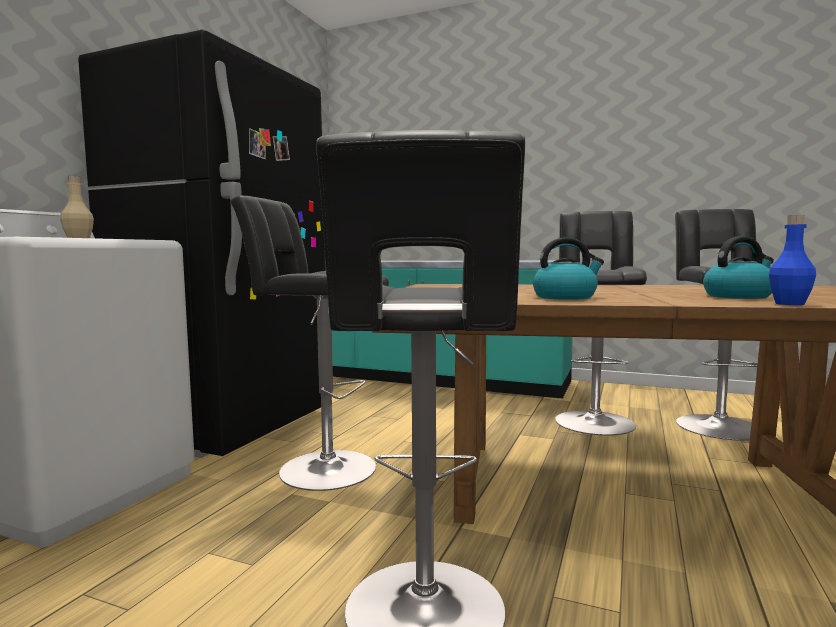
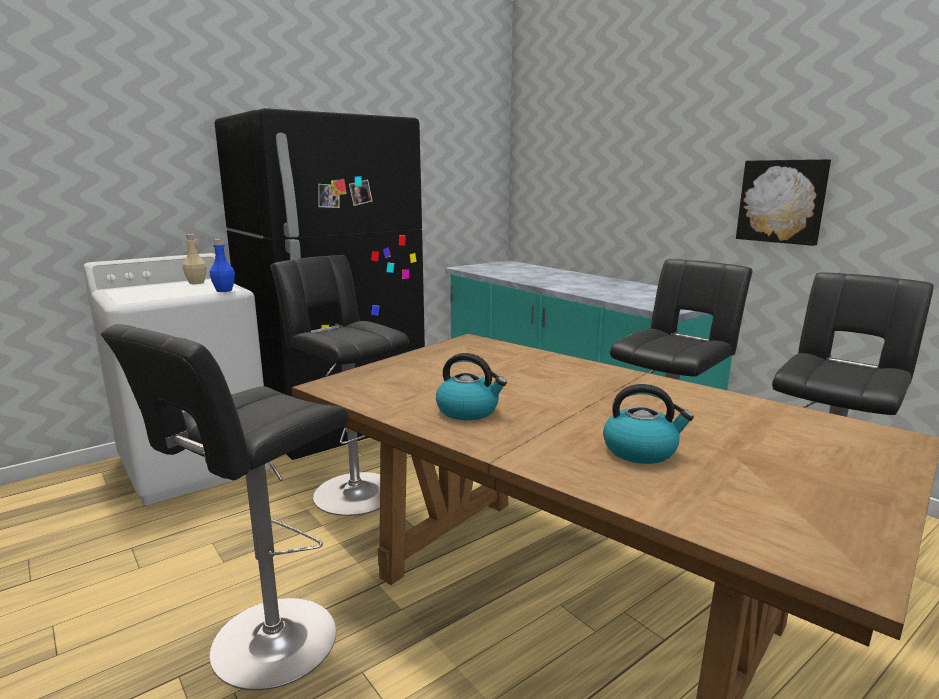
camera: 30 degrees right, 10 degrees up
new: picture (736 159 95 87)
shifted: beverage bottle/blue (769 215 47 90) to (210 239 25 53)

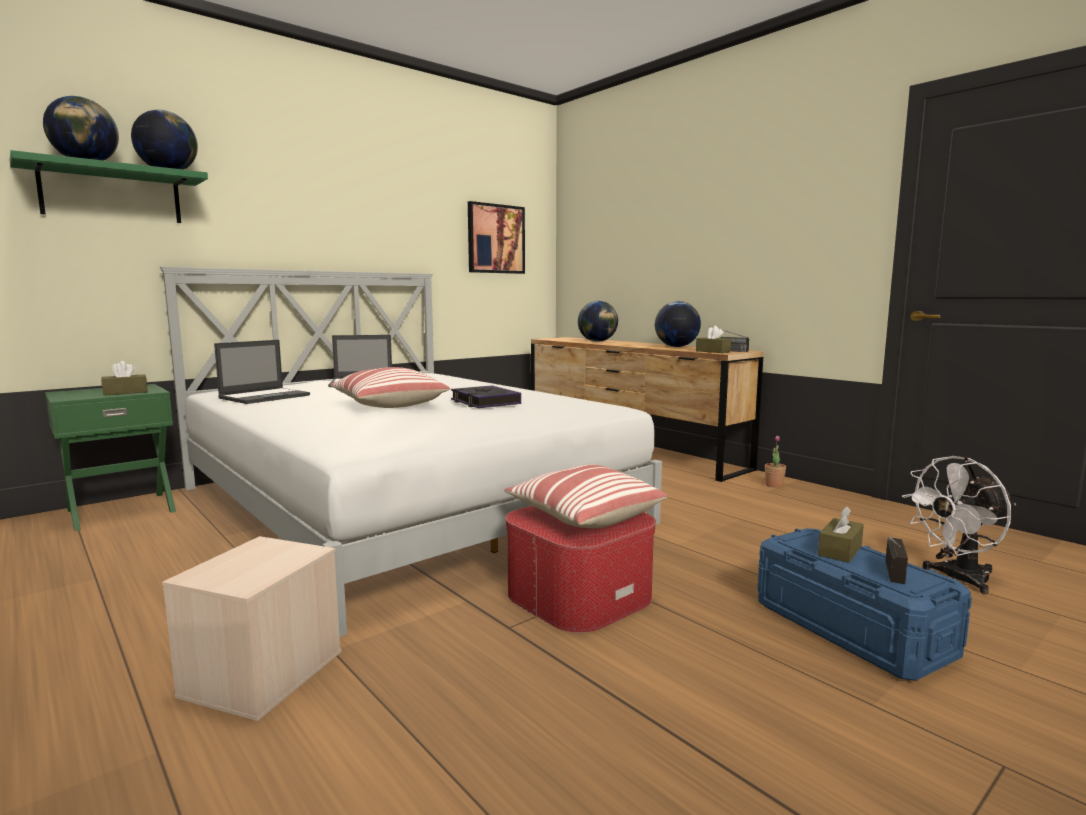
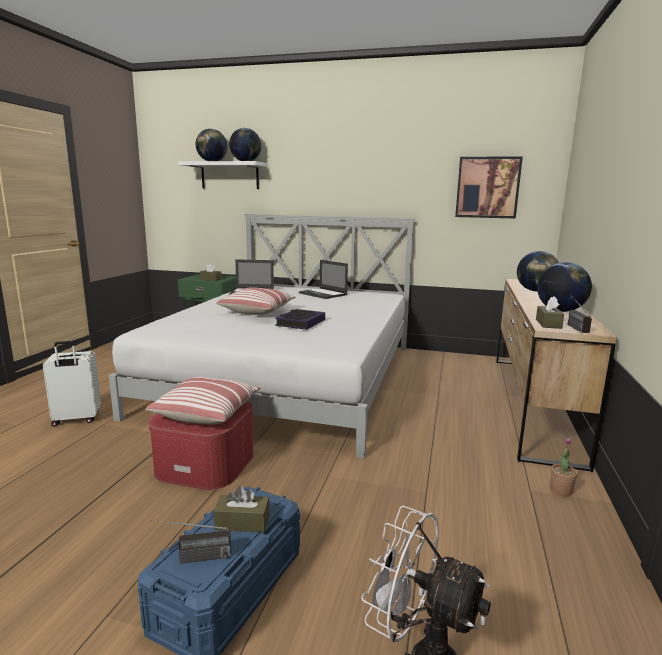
camera: 55 degrees right, 5 degrees up
swapped: storage box/sand-coloured (162 536 179 185) to piece of luggage/white-coloured (43 341 58 86)
repainted: wall shelf/green-coloured (10 150 198 73) to wall shelf/white-coloured (178 161 89 28)

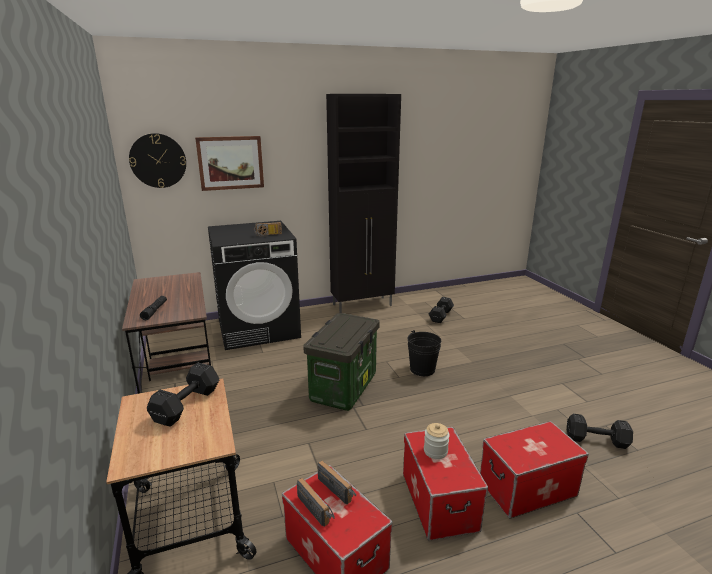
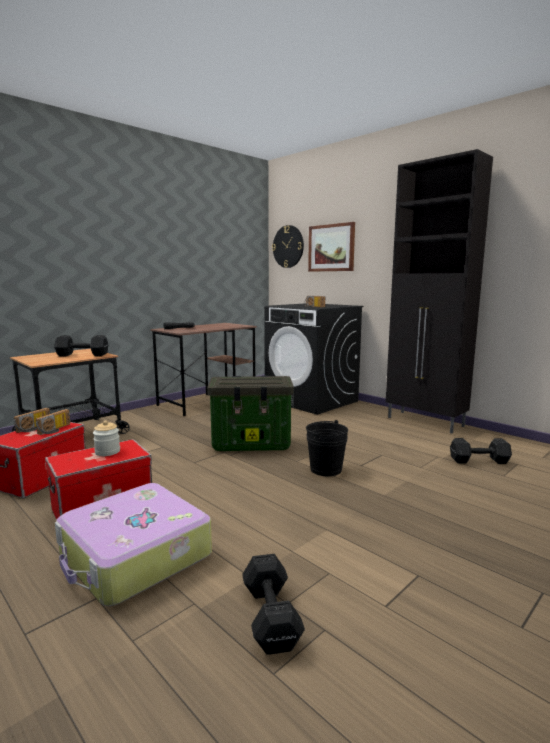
camera: 65 degrees right, 10 degrees down
swapped: storage box (480 421 109 97) to piece of luggage (55 483 157 123)

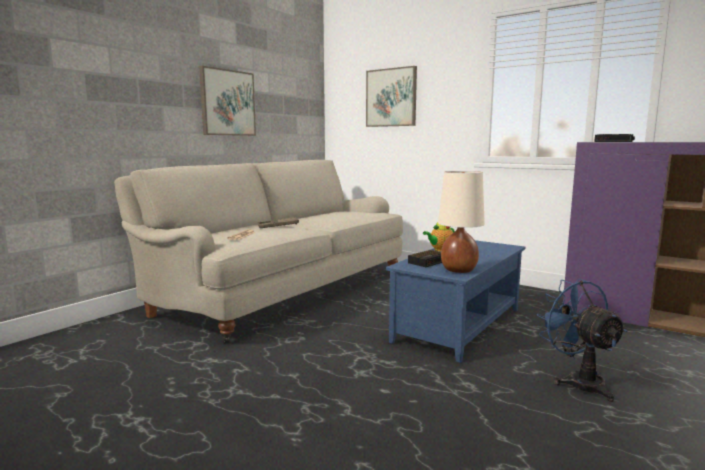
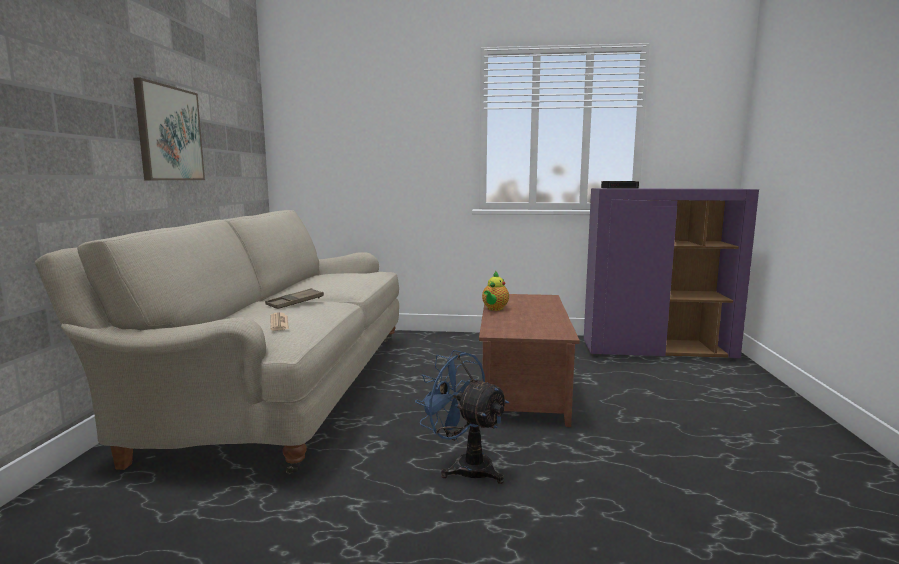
camera: 30 degrees left, 0 degrees up
gone: picture (366 66 51 61); tabletop lamp/sand-coloured (438 171 47 102); bedside clock (408 250 34 17)
shifted: electric fan/blue (537 279 90 123) to (415 350 94 134)
repainted: low table/blue (386 240 139 123) to low table/brownish (479 294 101 133)

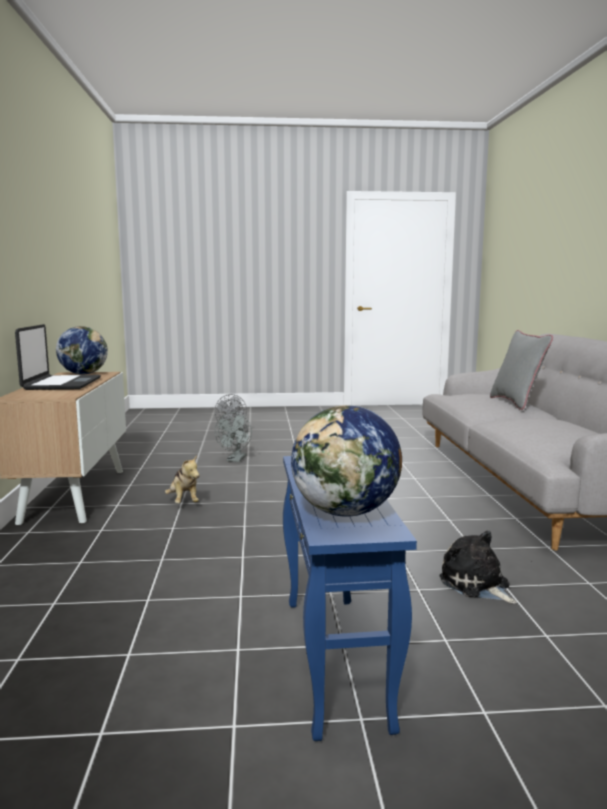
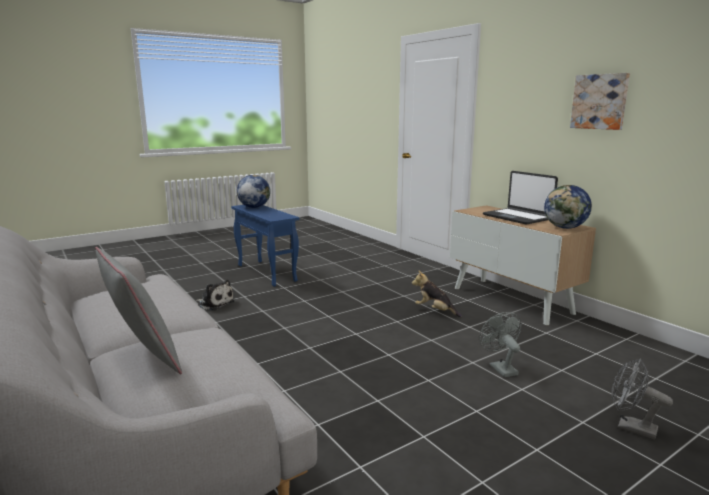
camera: 150 degrees right, 5 degrees up
new: picture (570 73 60 57)

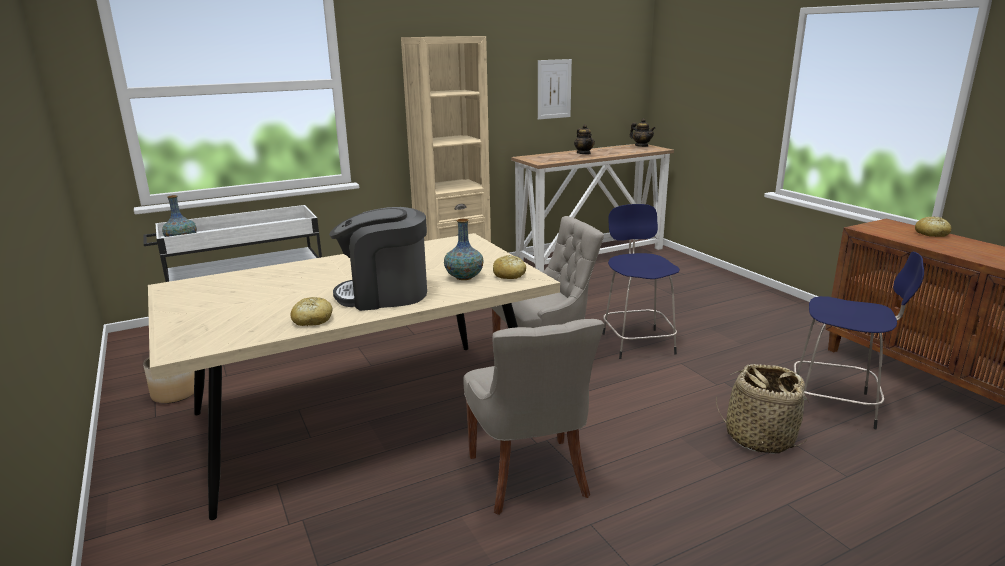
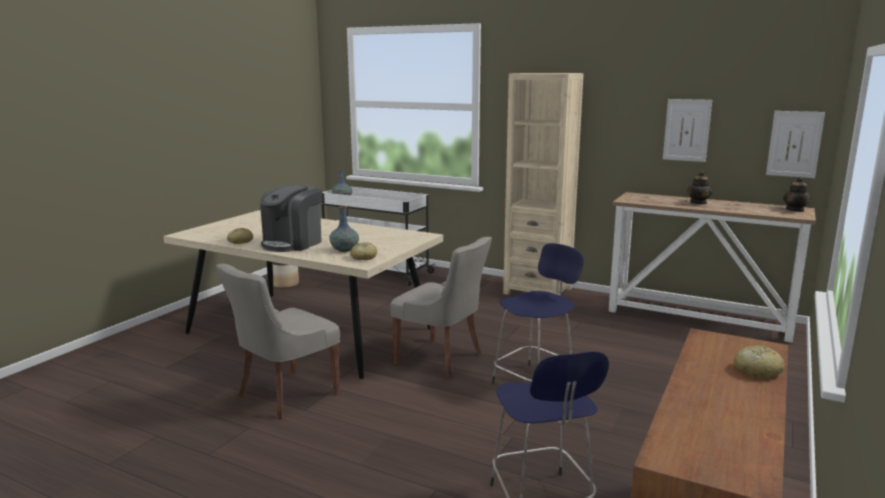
camera: 55 degrees right, 5 degrees down
gone: storage basket (716 364 94 90)
new: picture (766 111 59 67)
rotated: coffee brewer (329 207 98 104) = (260 185 62 67) 105 degrees counterclockwise

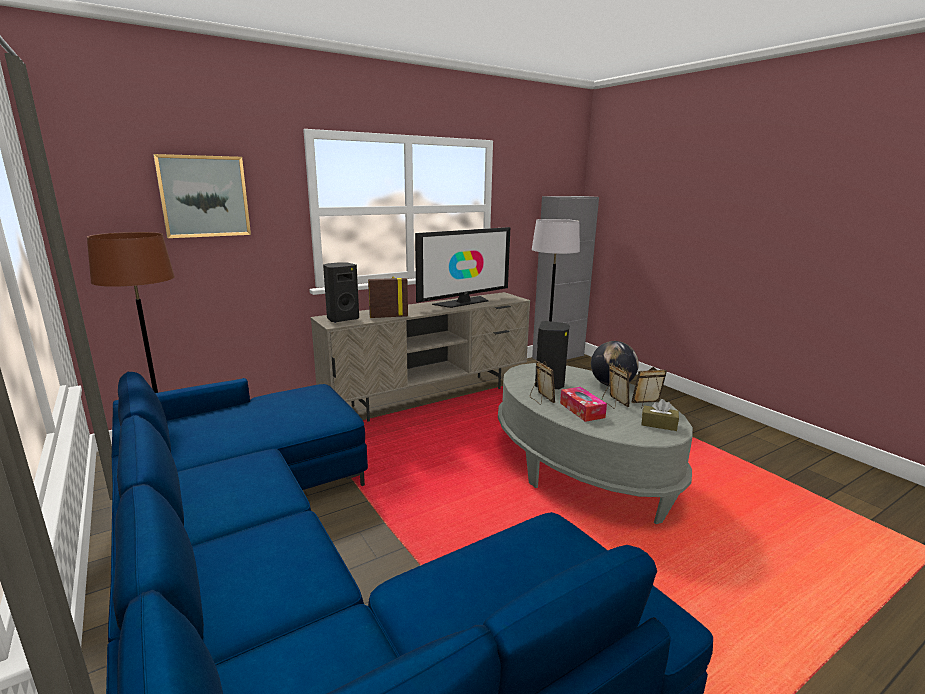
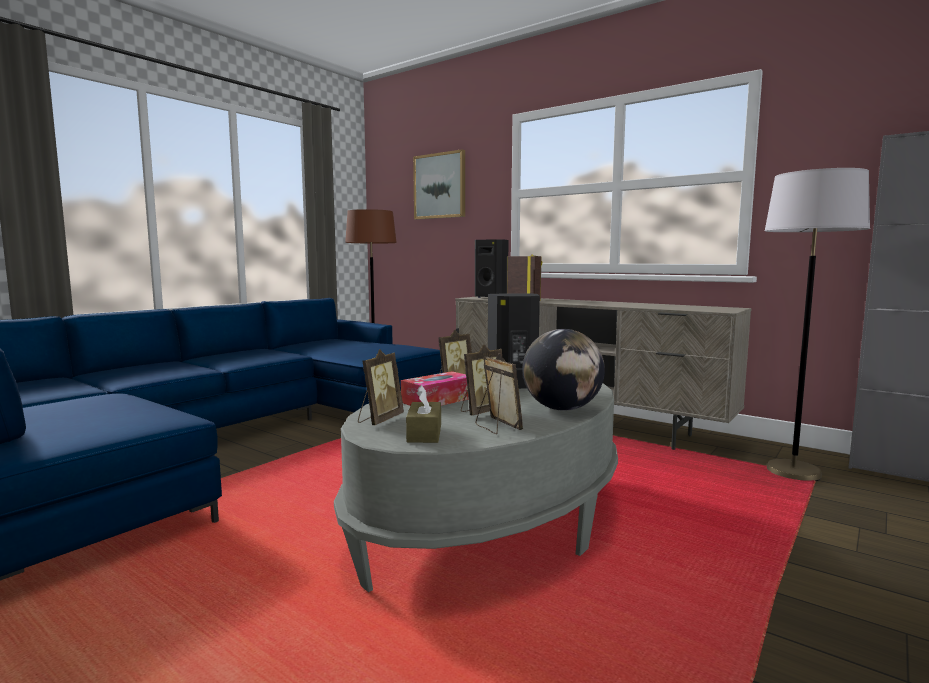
camera: 70 degrees right, 10 degrees down
gone: TV (415 227 95 81)
new: picture frame (358 349 46 76)

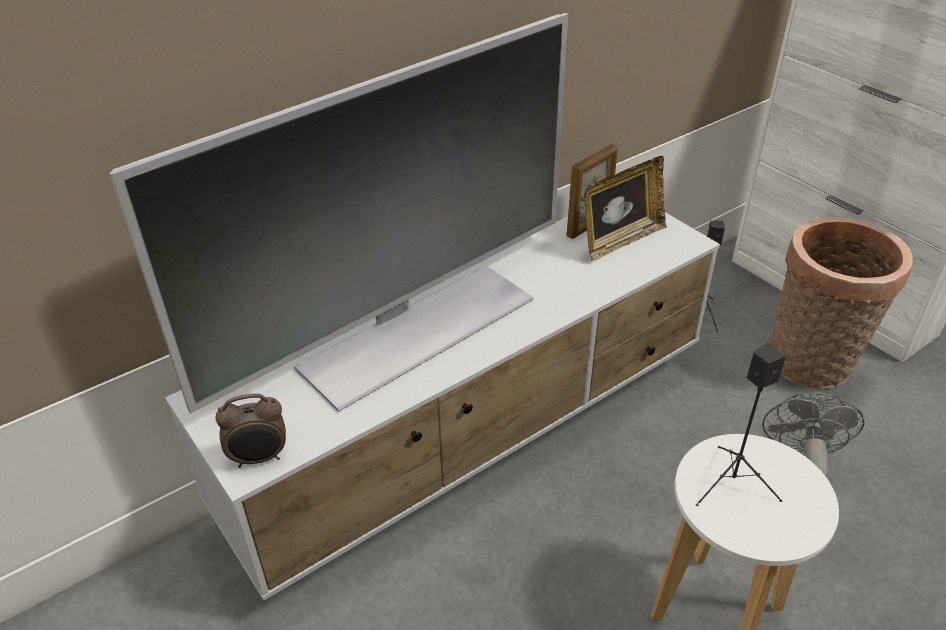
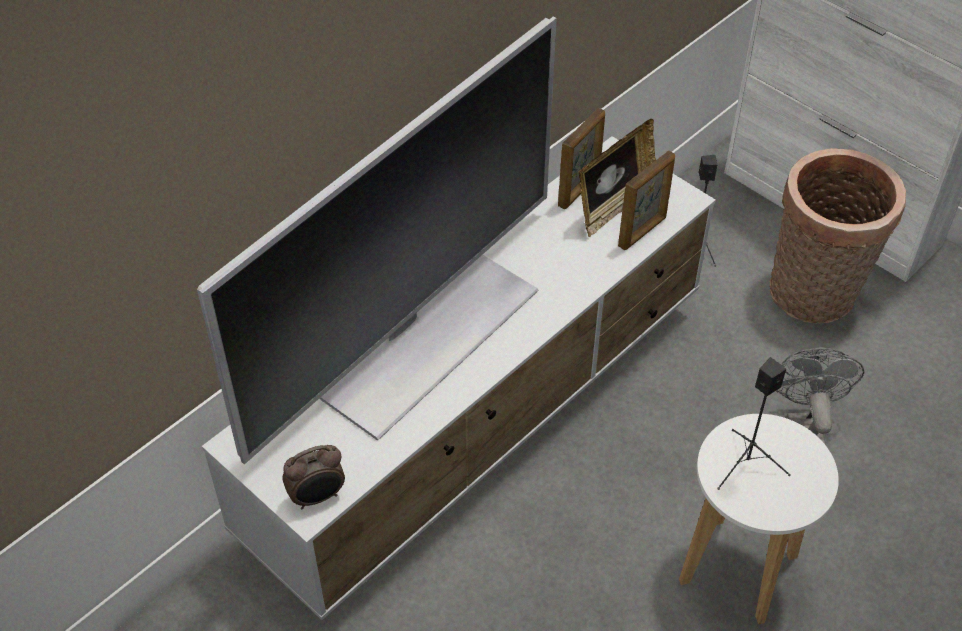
camera: 10 degrees left, 10 degrees up
new: picture frame (618 151 57 99)

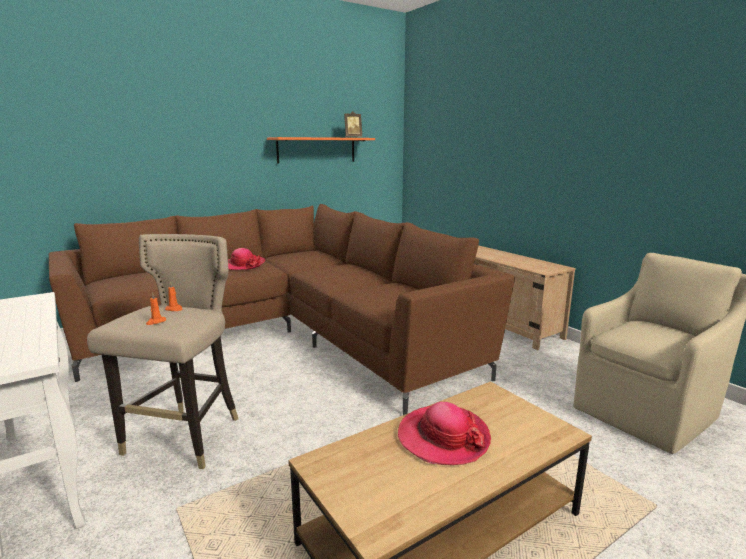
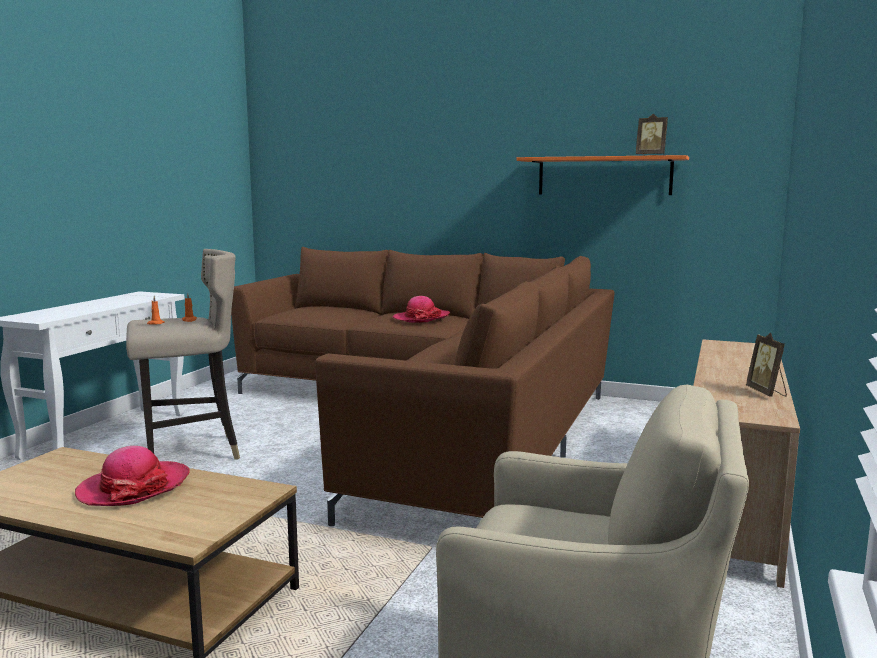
camera: 55 degrees right, 5 degrees down
new: picture frame (746 333 41 64)

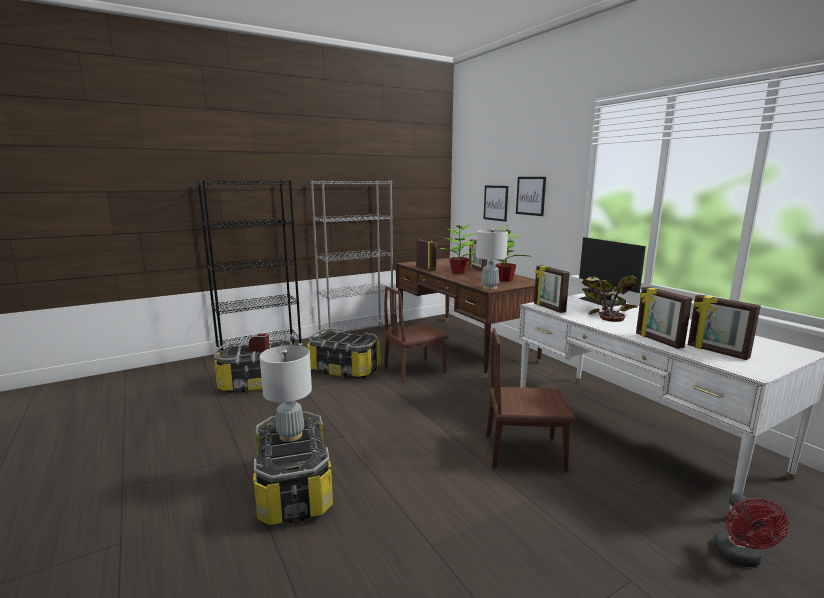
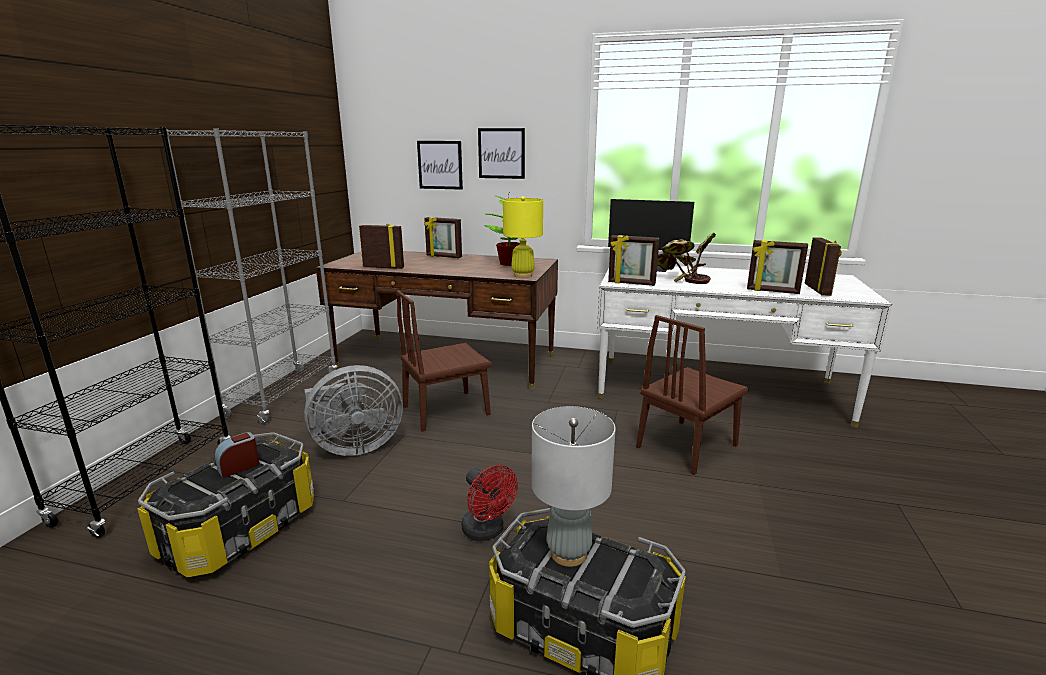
camera: 45 degrees left, 5 degrees up
gone: houseplant (440 225 36 49)
shifted: electric fan/reddish (713 493 76 74) to (461 465 57 76)
swapped: storage box (307 328 74 51) to electric fan/greyish (304 365 99 91)
repainted: tabletop lamp/greyish (476 228 32 62) to tabletop lamp/yellowish (503 196 40 82)
rotated: plain chair/brownish (384 286 65 97) = (397 290 95 142) 45 degrees clockwise; picture frame (688 294 73 66) = (805 237 37 59) 90 degrees counterclockwise

